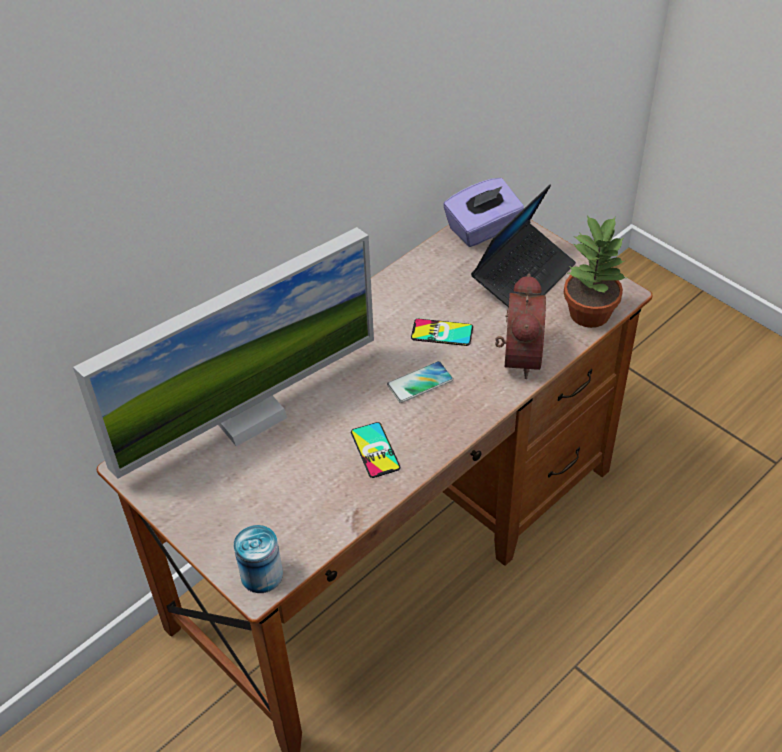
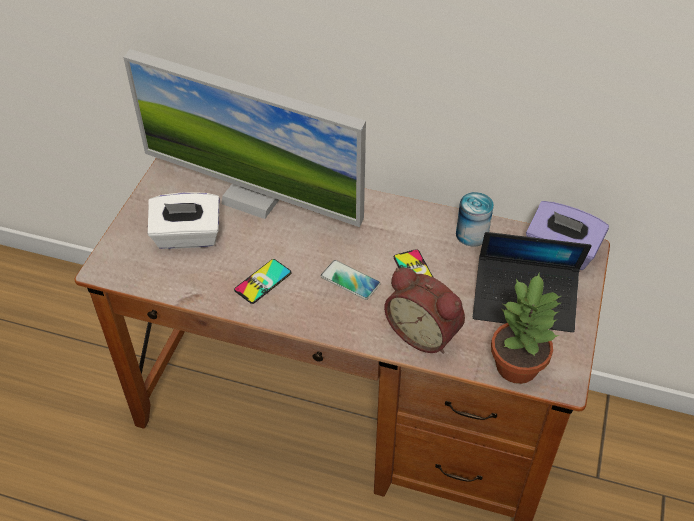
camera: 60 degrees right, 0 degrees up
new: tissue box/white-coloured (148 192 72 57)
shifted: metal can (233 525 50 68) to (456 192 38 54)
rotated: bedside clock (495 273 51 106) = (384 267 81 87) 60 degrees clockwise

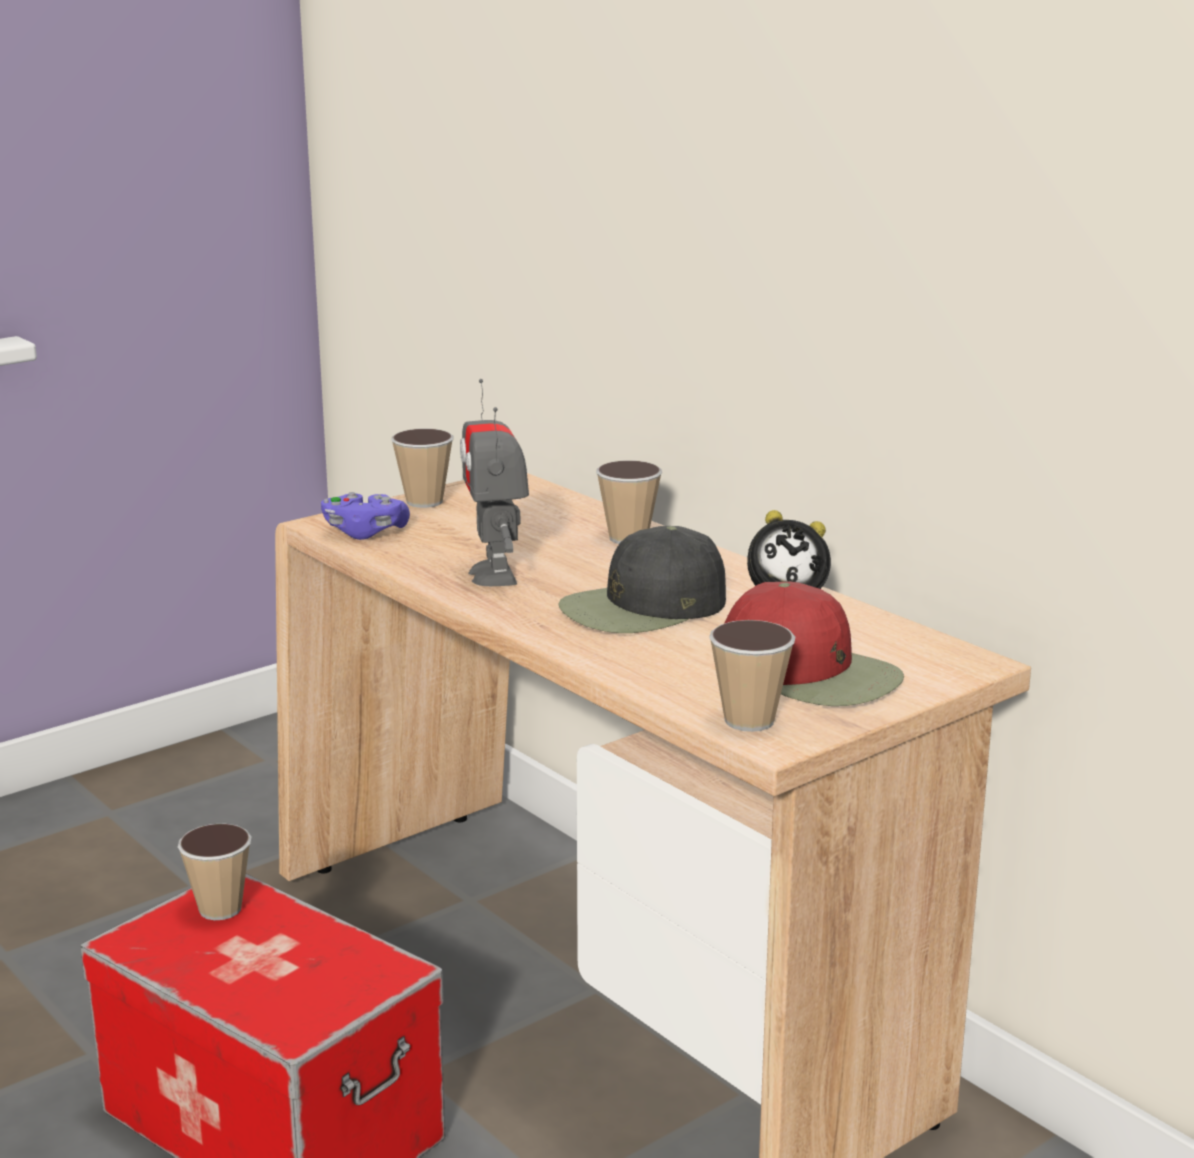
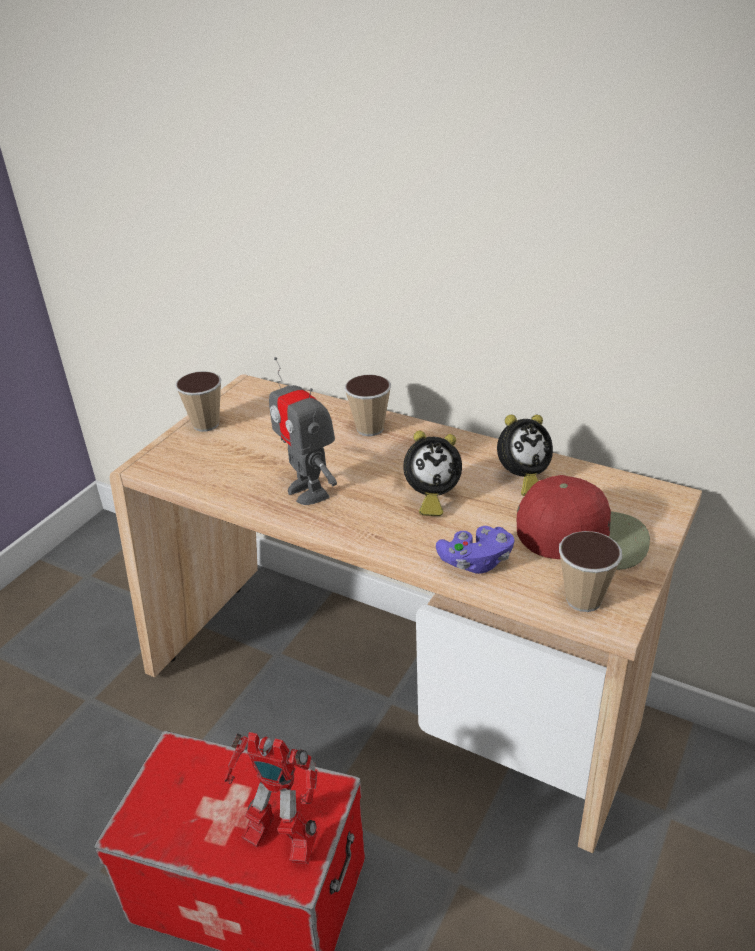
camera: 20 degrees left, 15 degrees up
gone: cup (178 823 74 97)
new: model robot (224 732 94 132)
shifted: joypad/purple-coloured (321 492 89 48) to (436 526 78 48)
swapped: cap/black (558 526 168 107) to bedside clock (403 431 59 85)

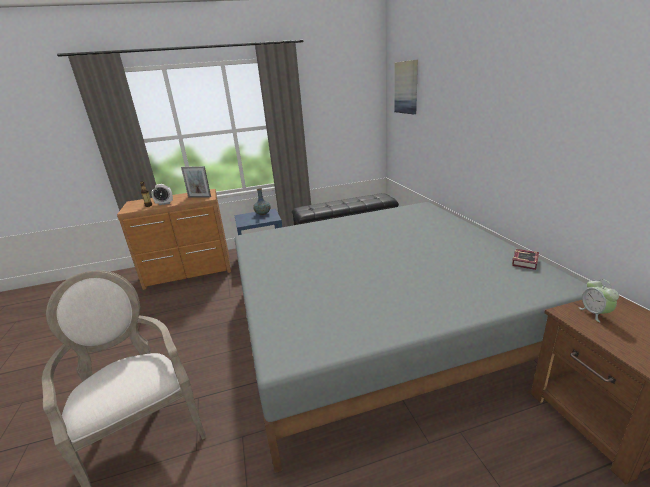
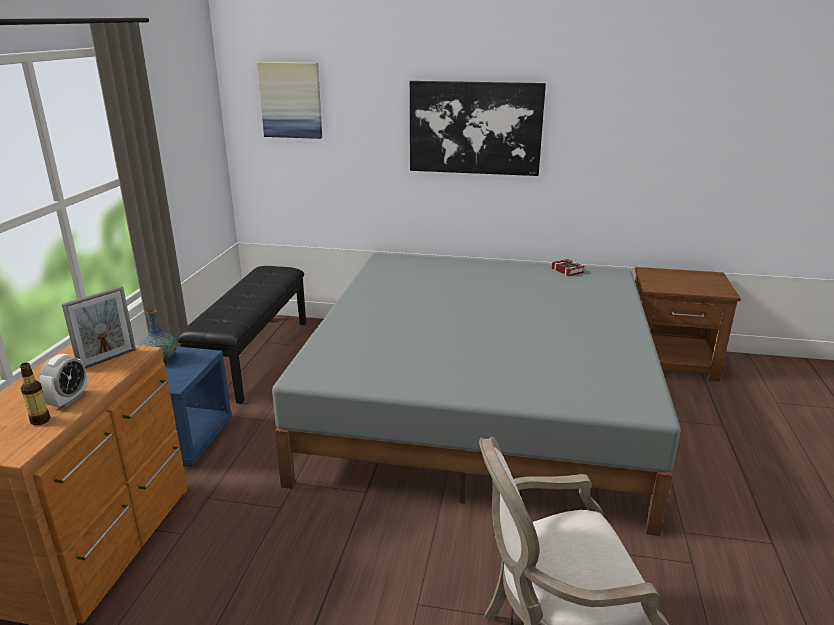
camera: 65 degrees left, 0 degrees up
gone: bedside clock (579 279 40 43)
new: picture (410 81 136 95)

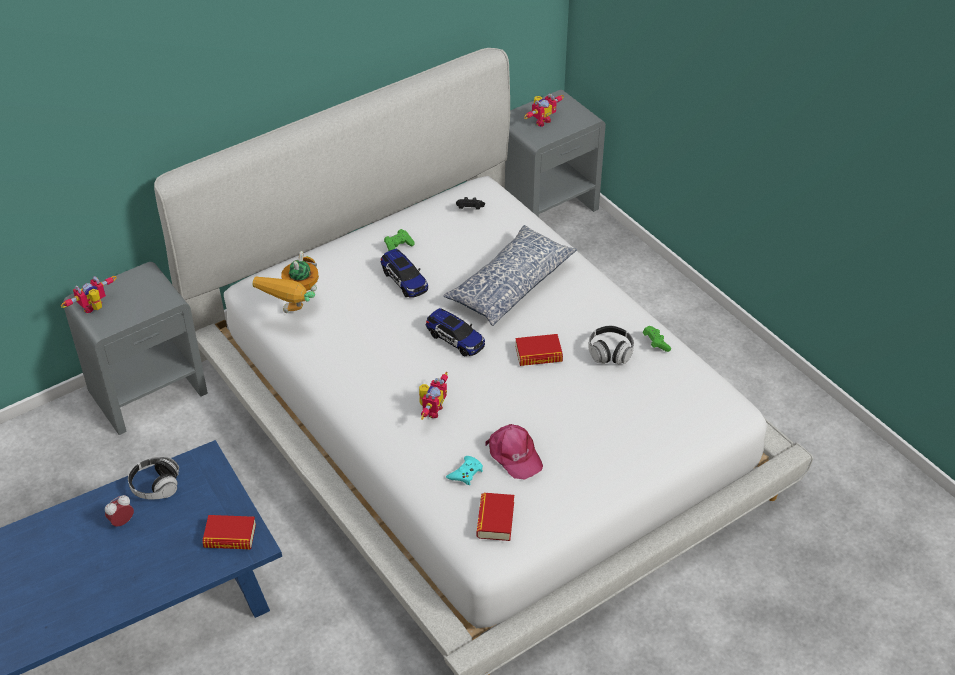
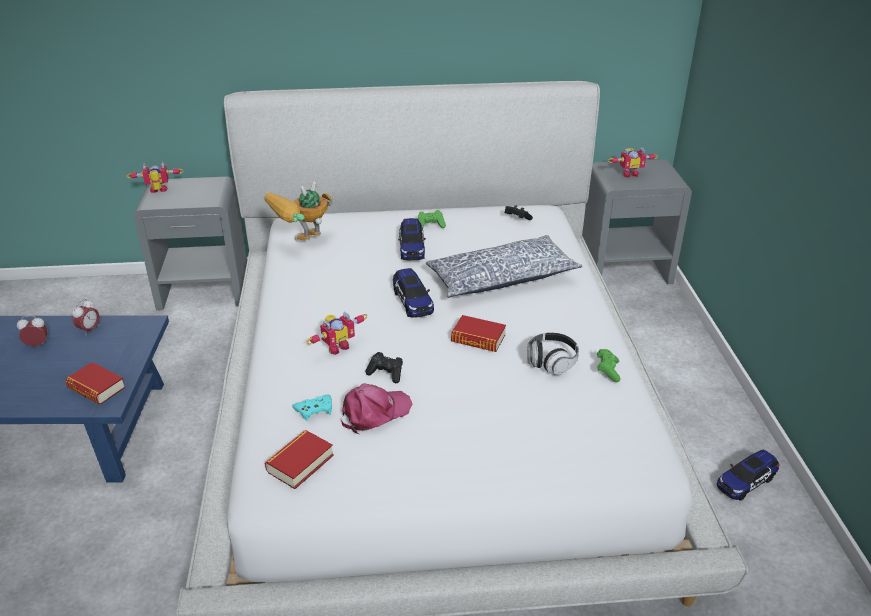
camera: 30 degrees right, 10 degrees down
new: joypad/black (365 352 38 31); toy car (717 449 63 52)
swapped: headphones (128 457 51 42) to bedside clock (72 299 27 37)
rotated: cap/pink-coloured (486 424 57 56) = (341 383 71 51) 120 degrees counterclockwise

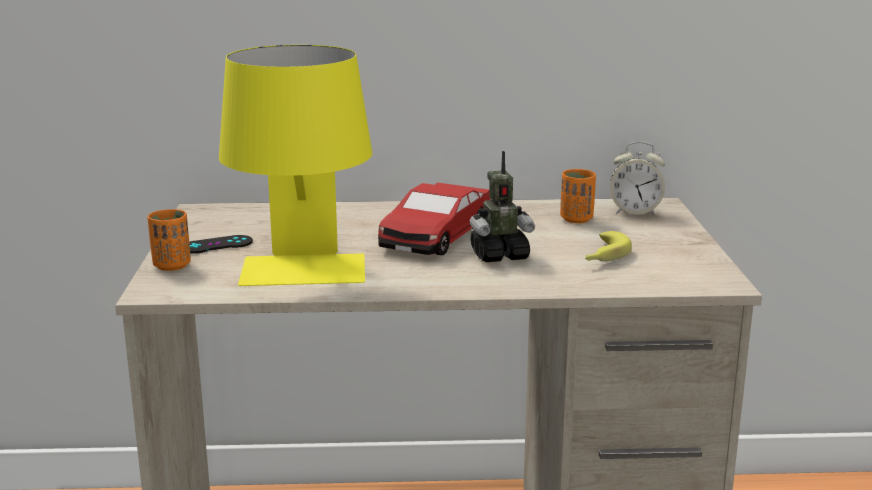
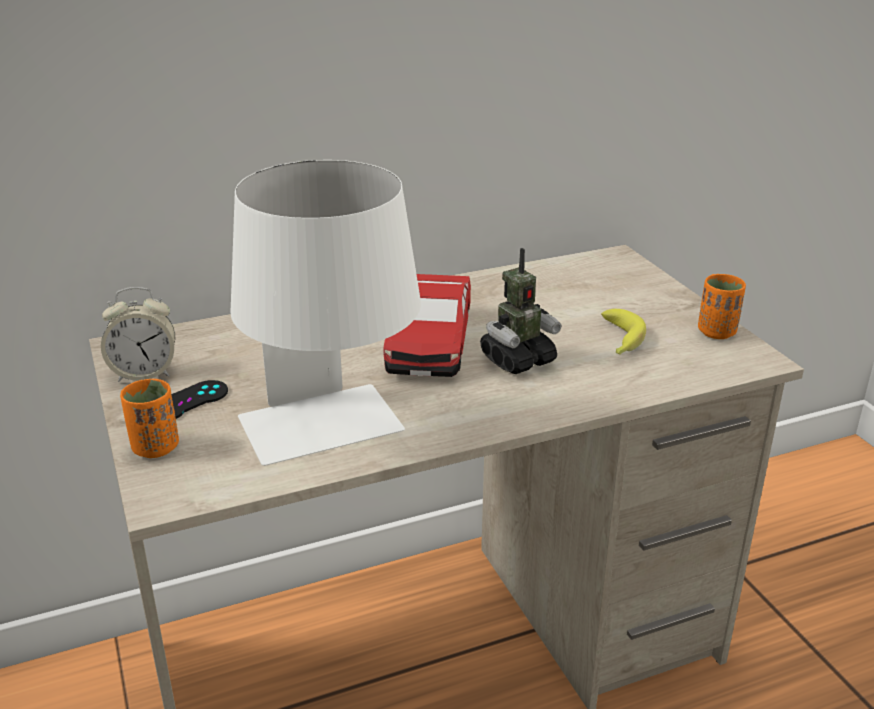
camera: 20 degrees left, 10 degrees up
shifted: bedside clock (610 142 55 74) to (101 287 74 95); cup/orange (560 169 36 54) to (698 274 48 65)
repainted: tabletop lamp/yellowish (219 45 153 241) to tabletop lamp/white-coloured (231 160 190 306)

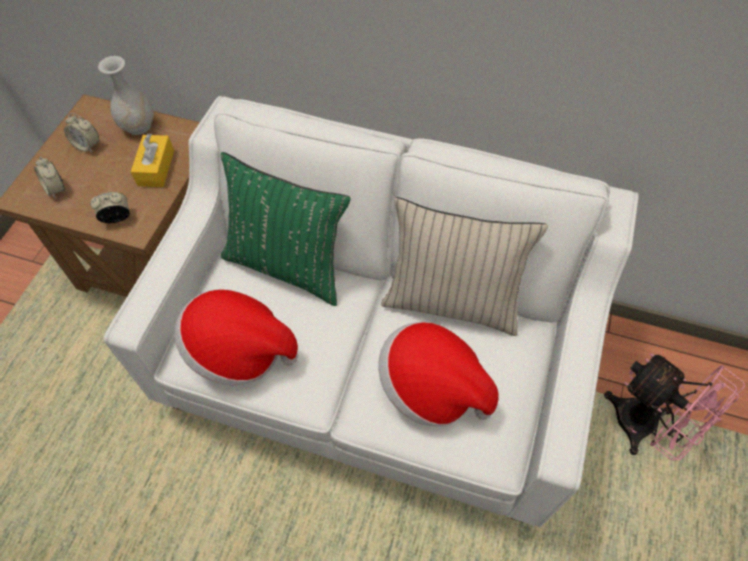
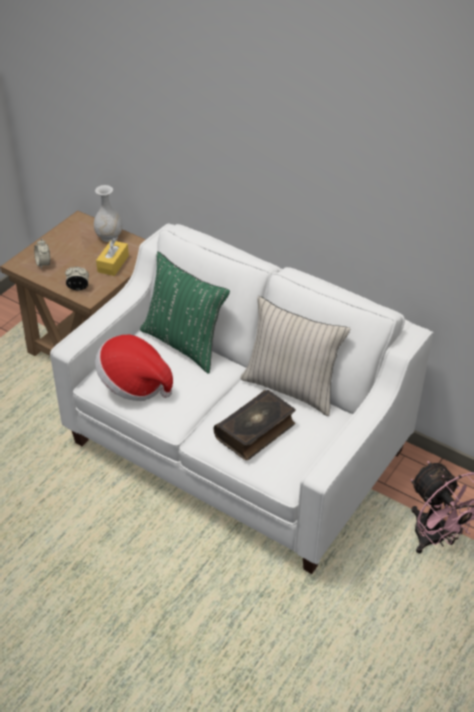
camera: 15 degrees right, 15 degrees down
gone: bedside clock (64 113 35 40)
swapped: clothing hat (378 322 121 104) to volume (214 390 82 70)

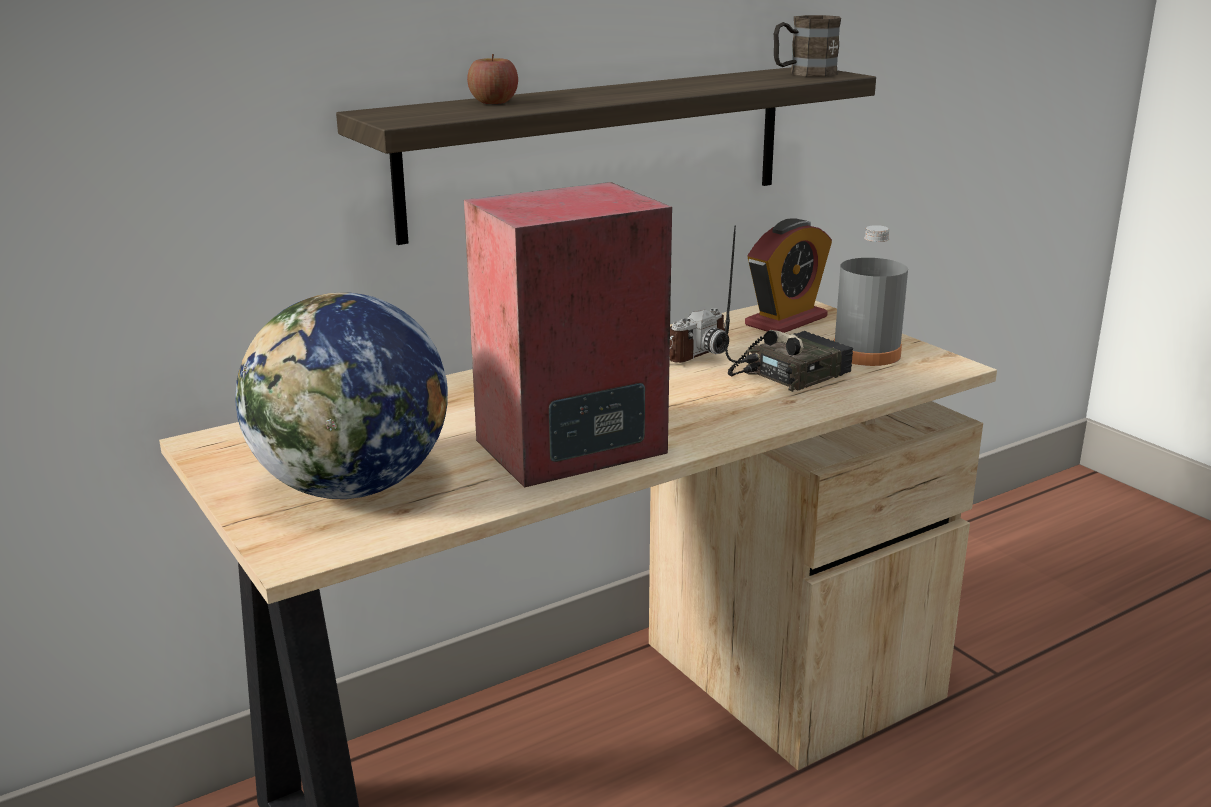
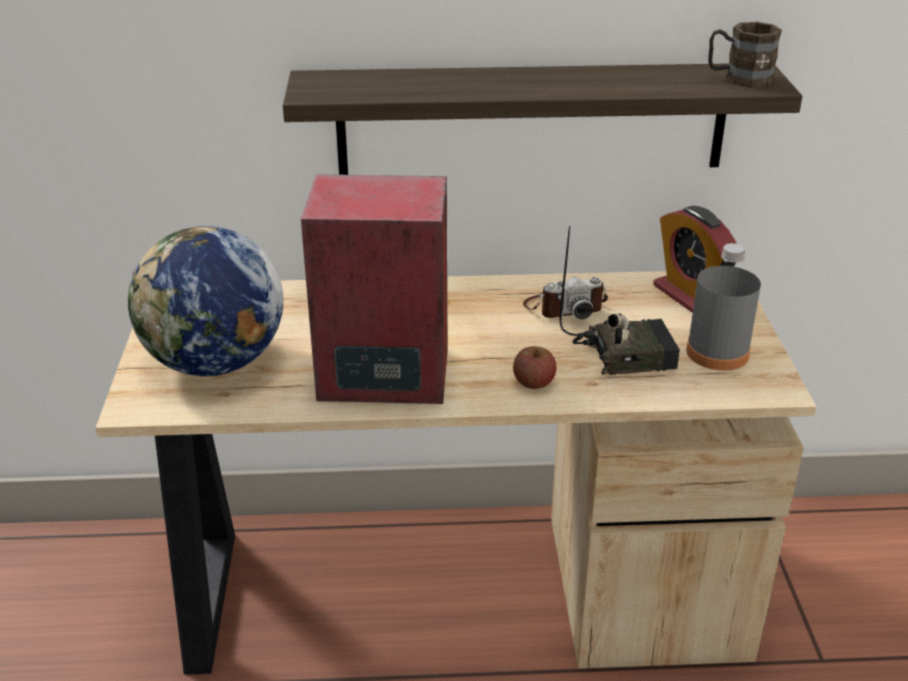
camera: 30 degrees right, 10 degrees up
shifted: whole apple (467 54 51 50) to (513 346 43 43)
rotated: bedside clock (745 218 87 115) = (653 206 84 107) 75 degrees clockwise

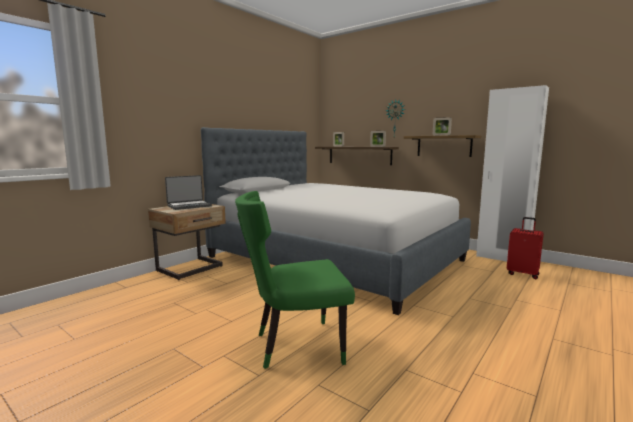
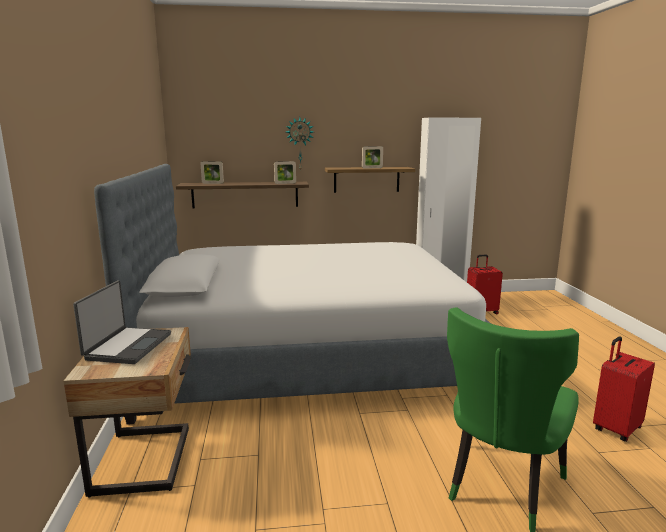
camera: 45 degrees left, 5 degrees up
new: piece of luggage/reddish (593 336 62 106)

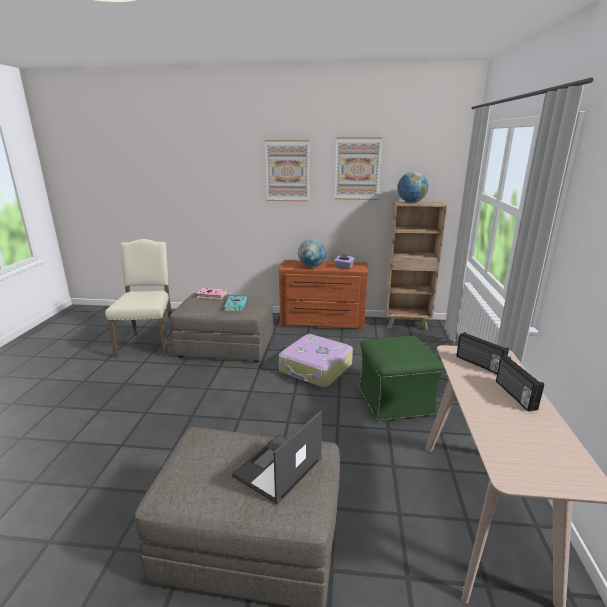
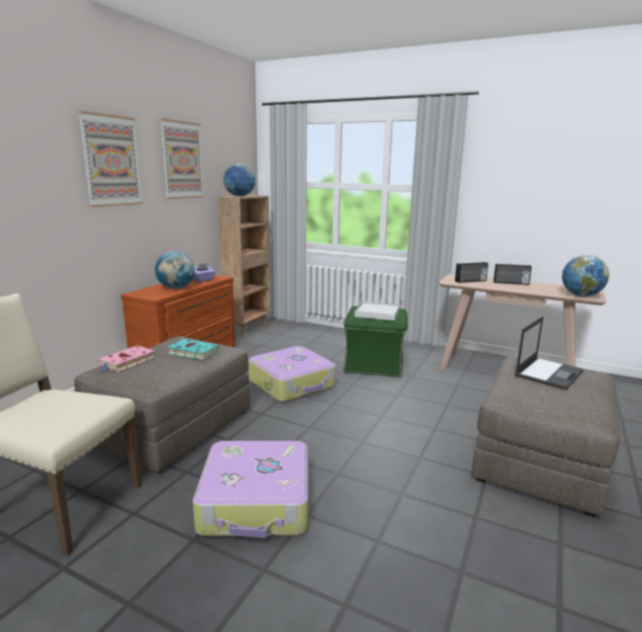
camera: 70 degrees left, 5 degrees down
new: desk globe (562 255 47 42); tray/white-coloured (355 301 45 20); piece of luggage (193 441 115 97)
rotated: portable computer (232 410 90 95) = (515 316 69 74) 105 degrees counterclockwise

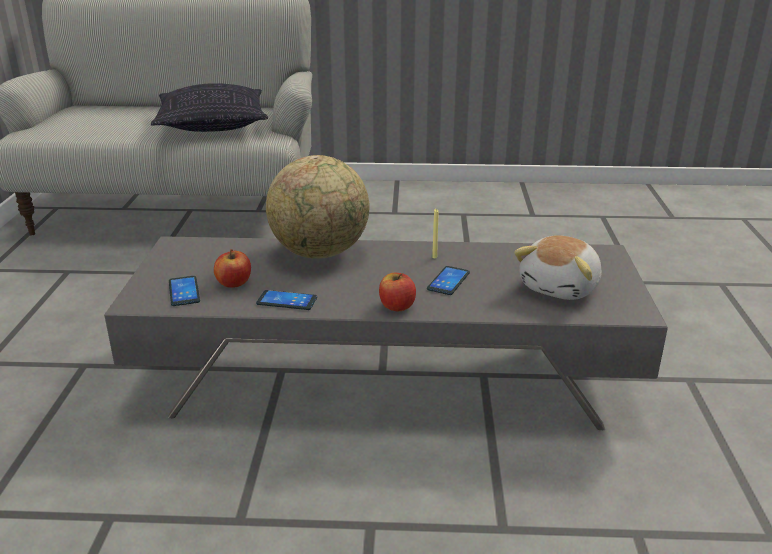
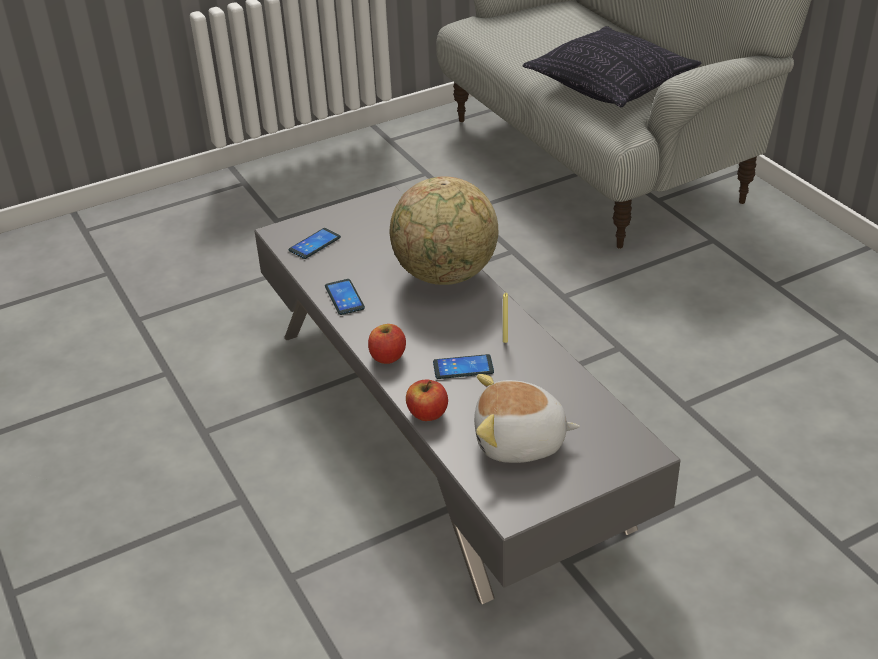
camera: 60 degrees right, 10 degrees up
shifted: whole apple (214 249 37 39) to (406 380 42 41)

